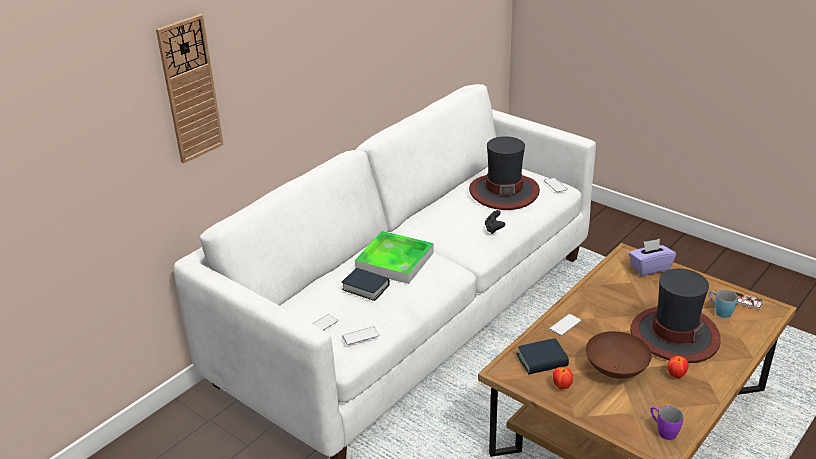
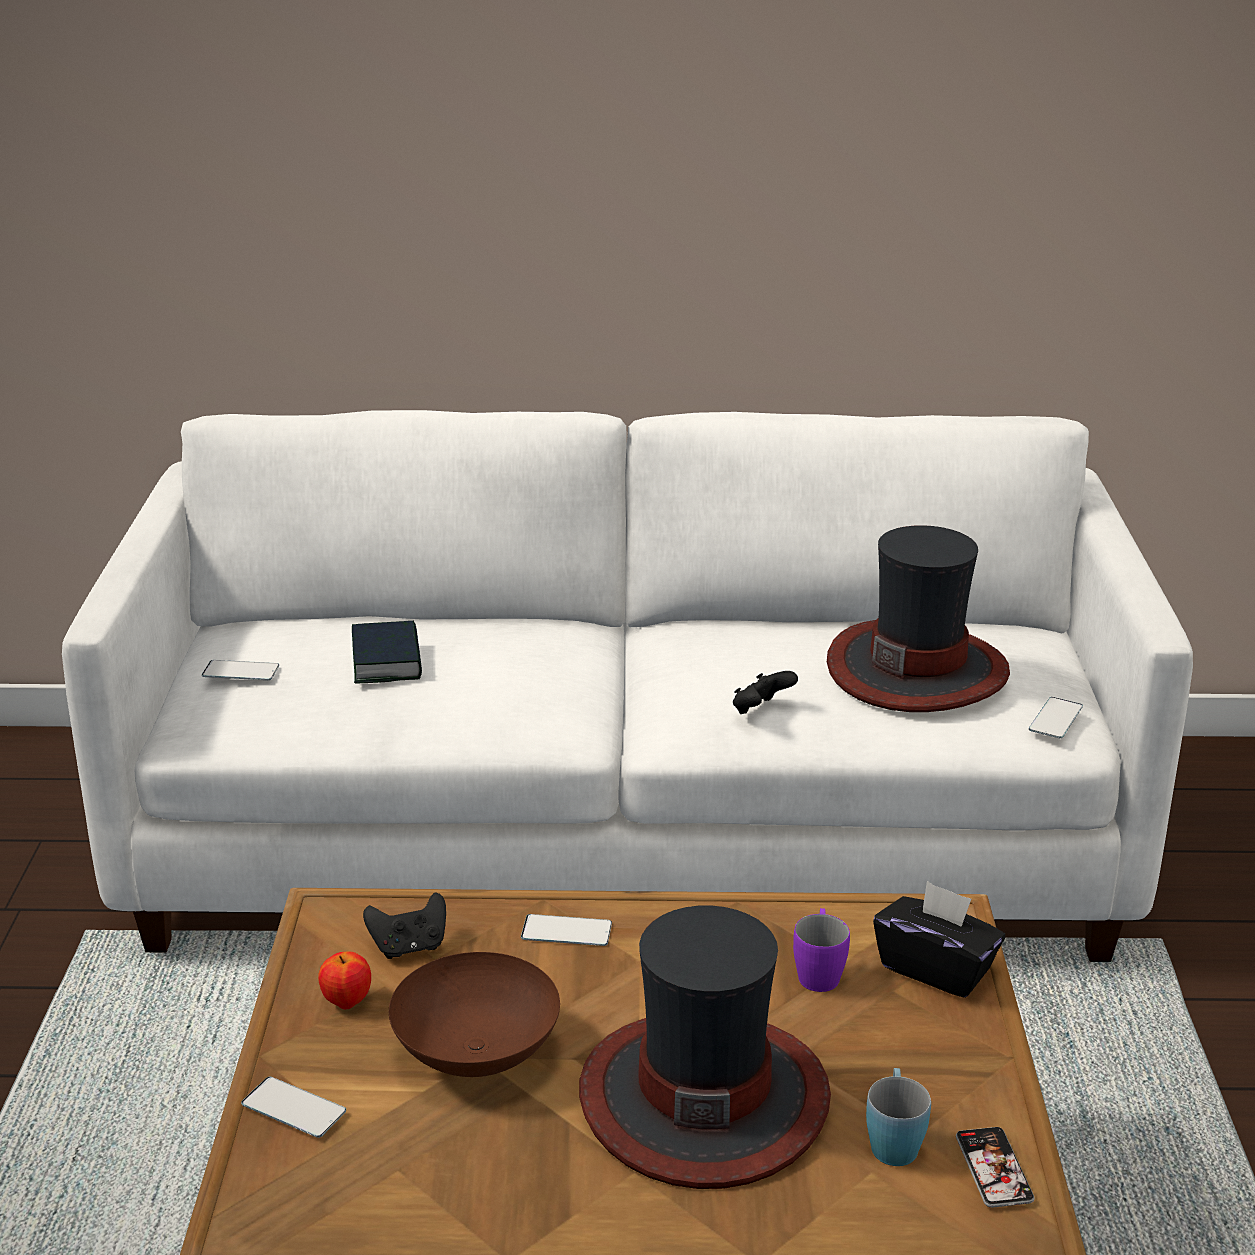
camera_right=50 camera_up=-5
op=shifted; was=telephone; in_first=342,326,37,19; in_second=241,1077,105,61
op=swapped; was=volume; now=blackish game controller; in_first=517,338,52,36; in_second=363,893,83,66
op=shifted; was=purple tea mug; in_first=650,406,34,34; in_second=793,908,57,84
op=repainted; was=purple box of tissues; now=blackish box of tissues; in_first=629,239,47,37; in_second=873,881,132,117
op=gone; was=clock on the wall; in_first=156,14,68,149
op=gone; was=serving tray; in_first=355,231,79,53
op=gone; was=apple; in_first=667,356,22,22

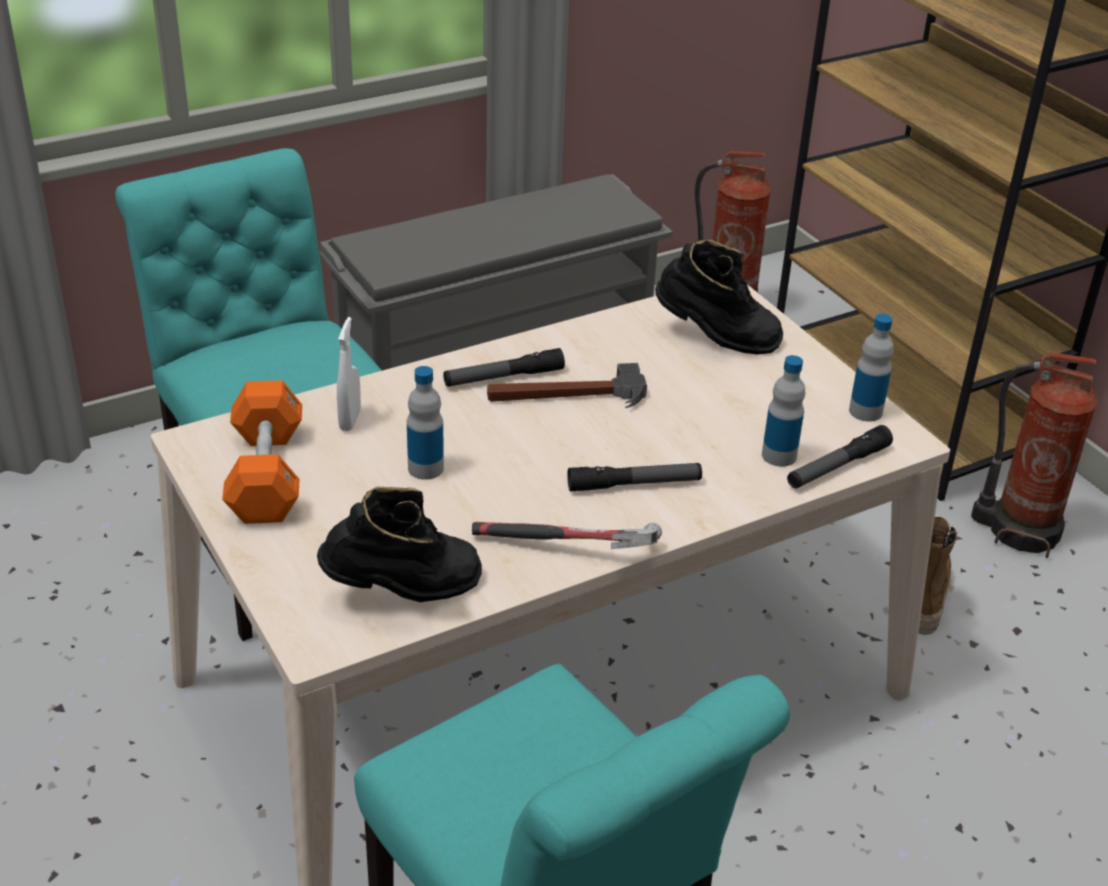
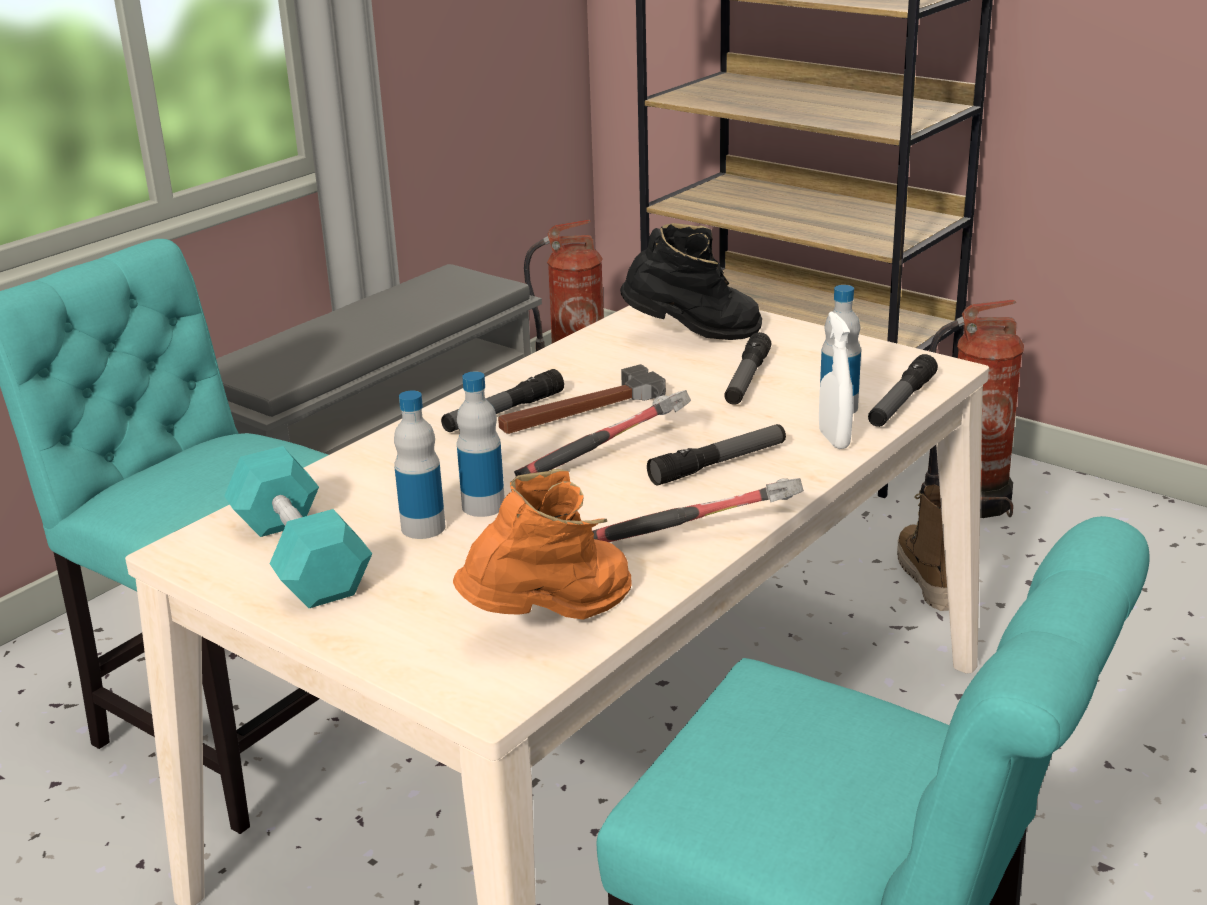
camera_right=-20 camera_up=-10
op=repainted; was=orange hand weight; now=turquoise-coloured hand weight; in_first=222,380,80,144; in_second=224,446,149,162
op=shifted; was=beverage bottle; in_first=849,314,45,108; in_second=394,390,52,149
op=repainted; was=blackish high-top boot; now=orange high-top boot; in_first=317,487,165,115; in_second=453,469,178,151
op=new; now=hammer; in_second=514,390,177,86
op=new; now=hand torch; in_second=724,332,47,73
op=shifted; was=whitish sprayer; in_first=337,317,24,114; in_second=819,312,34,137

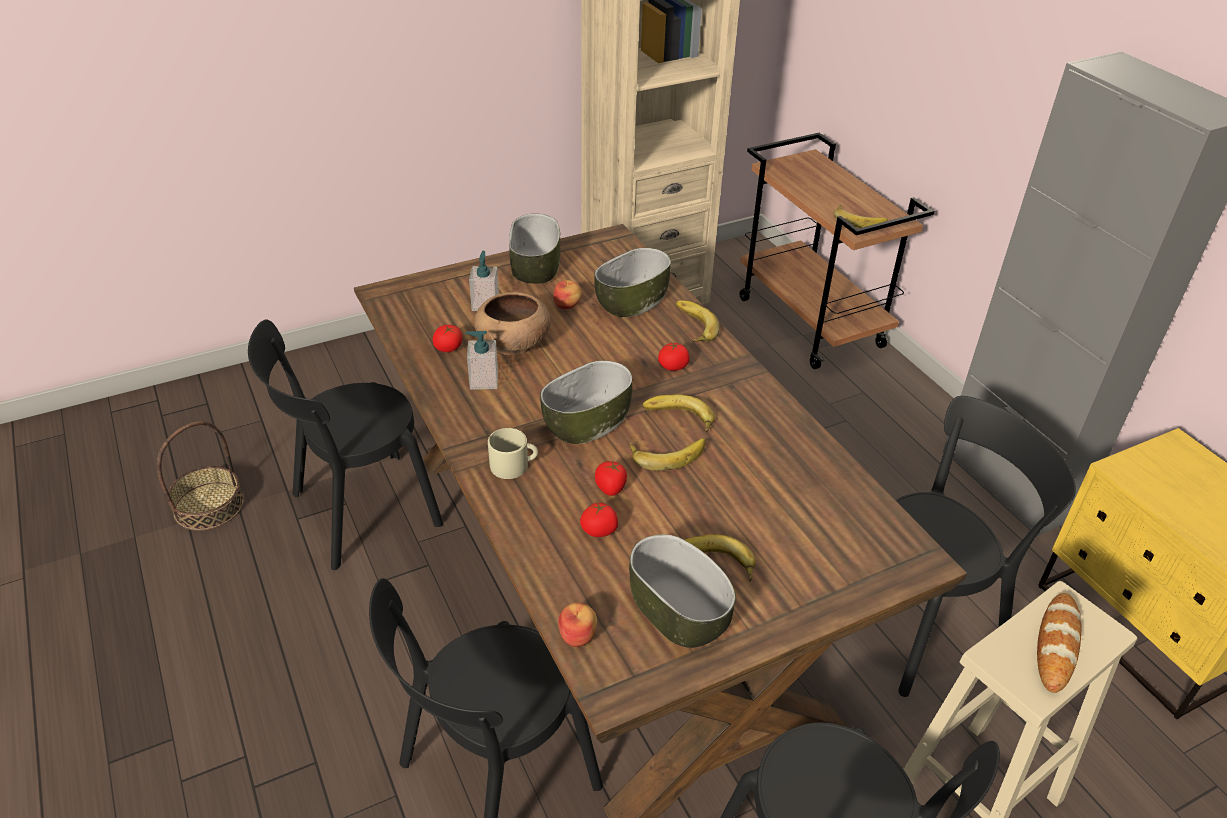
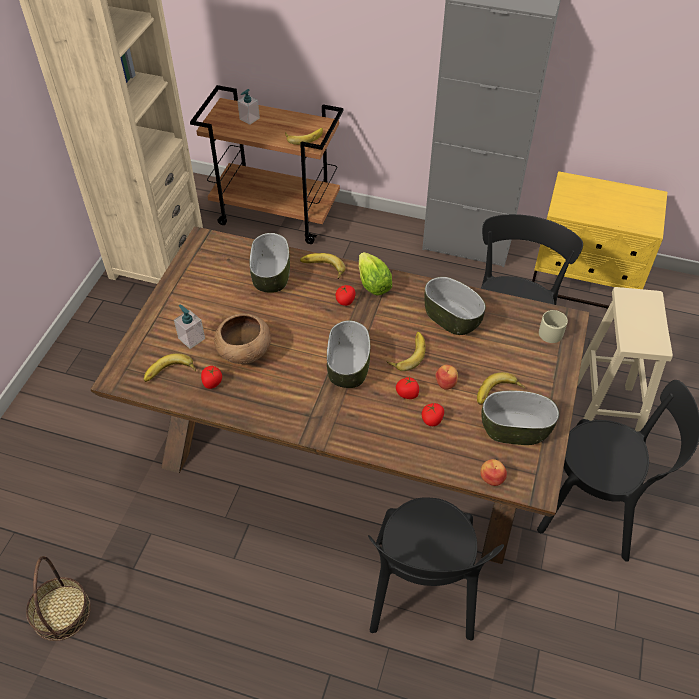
camera_right=-45 camera_up=10
op=shifted; was=banana fruit; in_first=642,394,73,39; in_second=144,353,52,29
op=shifted; was=soap dispenser; in_first=465,331,33,59; in_second=237,89,23,36
op=new; now=lettuce head; in_second=359,252,33,43
op=shifted; was=bowl; in_first=509,213,51,71; in_second=424,277,62,58
op=shifted; was=apple; in_first=553,280,29,29; in_second=435,365,23,25
op=shifted; was=beige tea mug; in_first=488,428,50,51; in_second=539,310,29,33
op=gone; was=blackish chair; in_first=248,319,195,251
op=gone; was=baked bread; in_first=1037,593,44,100

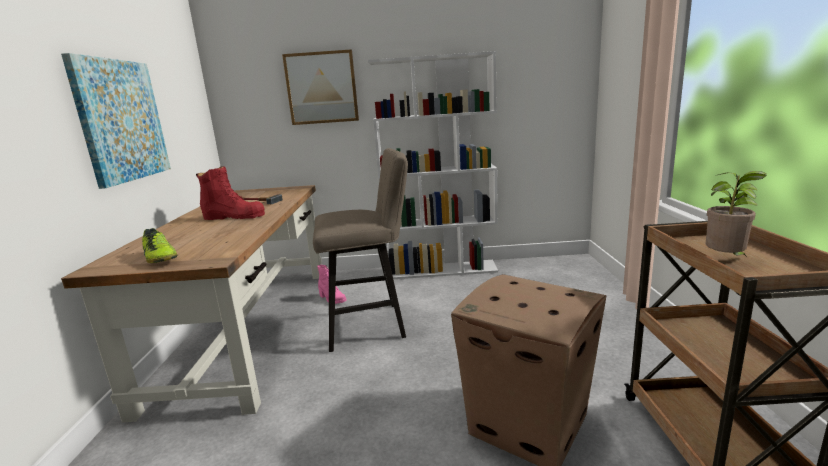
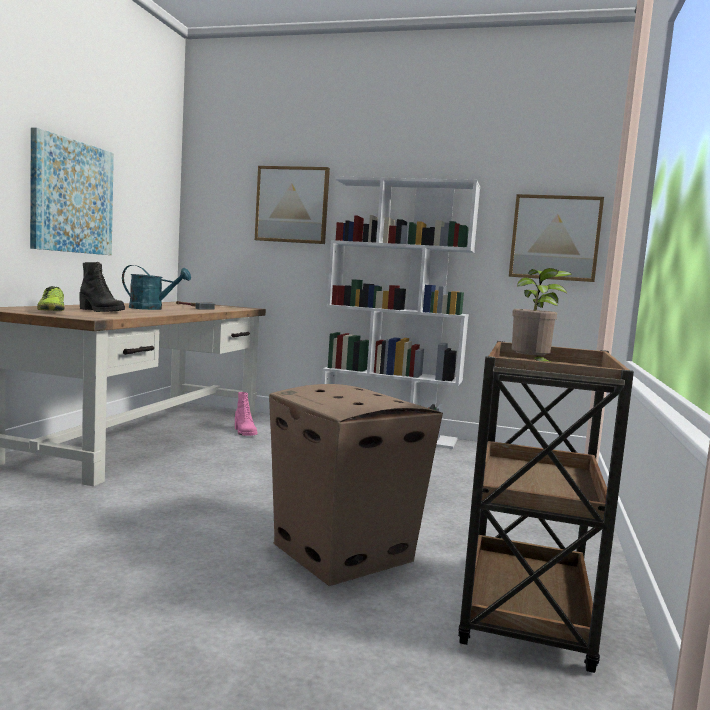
camera_right=15 camera_up=-10
op=new; now=blackish high-top boot; in_second=80,262,45,50
op=swapped; was=reddish high-top boot; now=turquoise-coloured watering pot; in_first=196,166,69,54; in_second=122,265,69,45
op=new; now=wall picture; in_second=509,194,95,88
op=gone; was=beige sitting stool; in_first=313,148,95,204

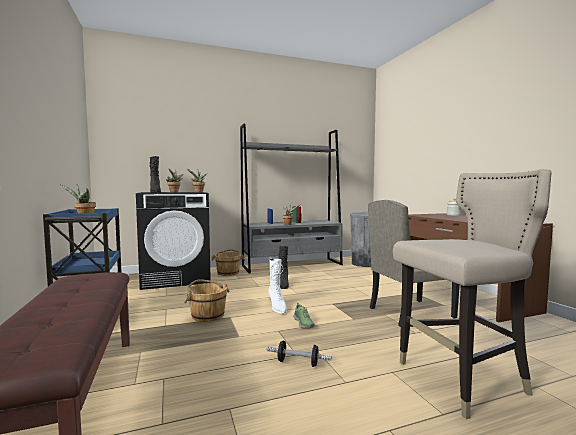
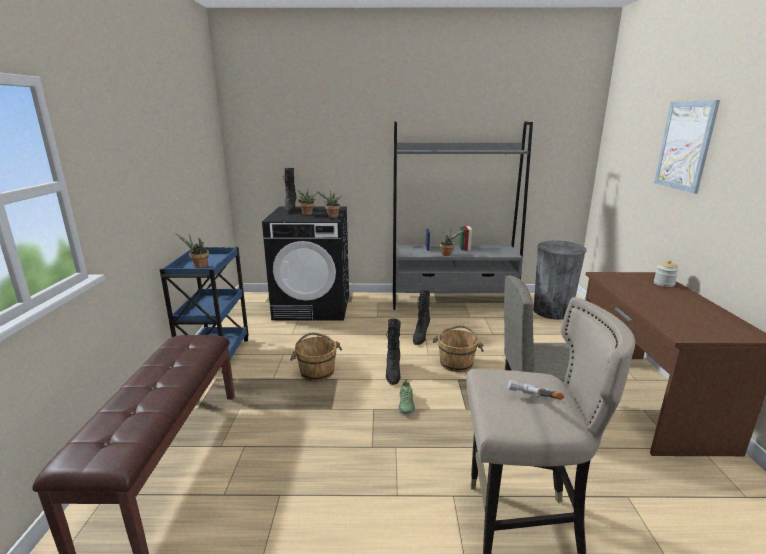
camera_right=20 camera_up=15
op=repainted; was=whitish high-top boot; now=blackish high-top boot; in_first=269,259,18,54; in_second=386,318,15,67
op=shifted; was=brownish bucket; in_first=211,249,34,27; in_second=432,325,52,47
op=new; now=hammer; in_second=508,380,56,19
op=new; now=wall picture; in_second=654,100,66,94
op=gone; was=hand weight; in_first=266,341,65,26

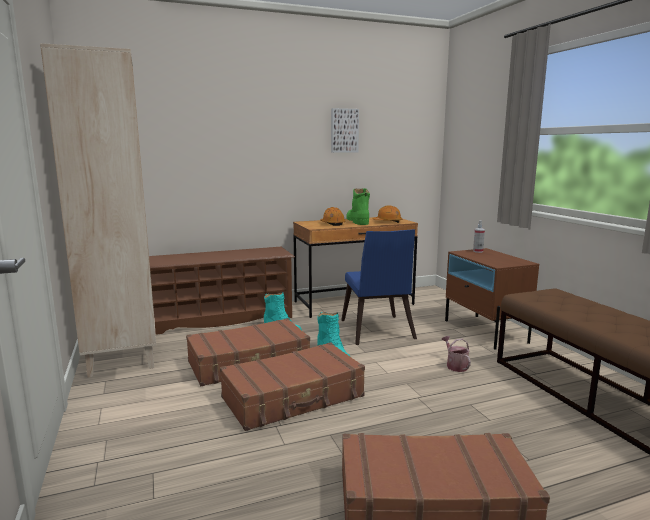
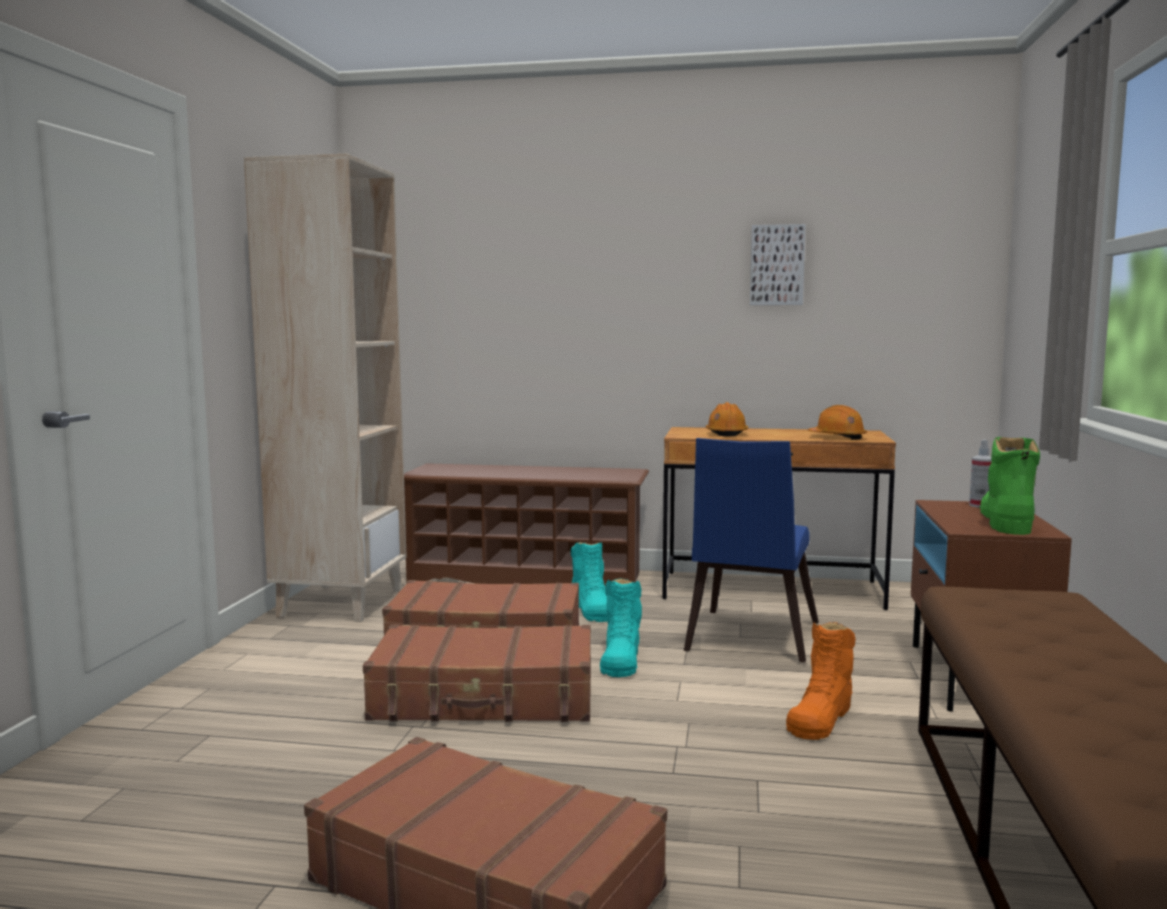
camera_right=30 camera_up=-5
op=swapped; was=watering pot; now=orange high-top boot; in_first=442,336,29,36; in_second=786,622,70,118
op=shifted; was=green-coloured high-top boot; in_first=346,188,24,37; in_second=980,437,60,98

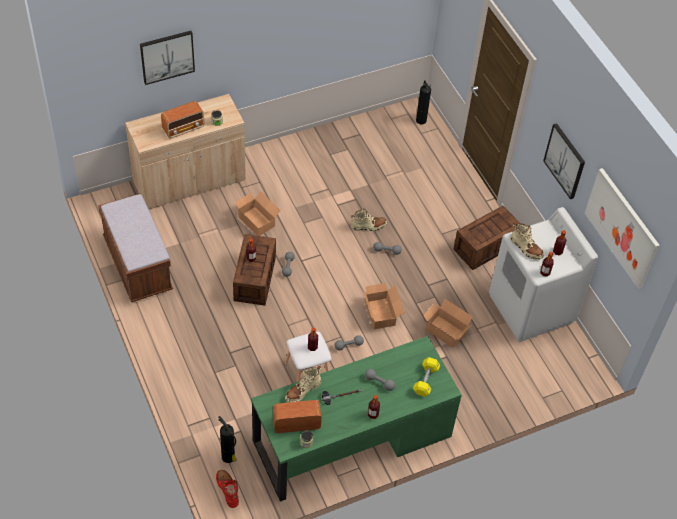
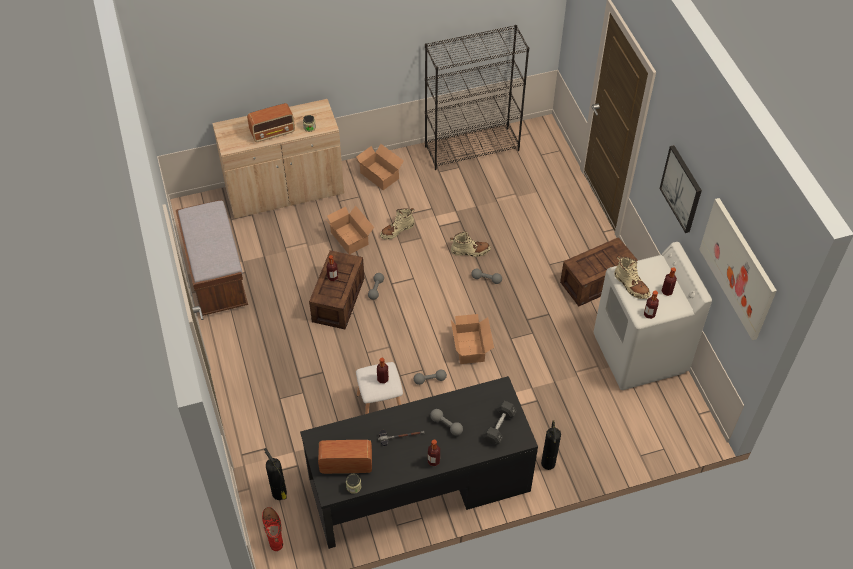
camera_right=10 camera_up=0
op=repainted; was=green-coloured desk unit; now=blackish desk unit; in_first=251,336,211,165; in_second=300,376,238,173
op=shifted; was=carton; in_first=423,299,50,49; in_second=356,144,48,46
op=shifted; was=beige high-top boot; in_first=285,366,37,36; in_second=380,208,35,32
op=new; now=blackish shelving unit; in_second=425,25,104,145
op=repainted; was=yellow hand weight; now=blackish hand weight; in_first=413,357,27,40; in_second=483,401,34,44
op=shifted; was=extinguisher; in_first=416,80,15,44; in_second=541,420,20,50
op=gone; was=wall picture; in_first=140,31,55,54

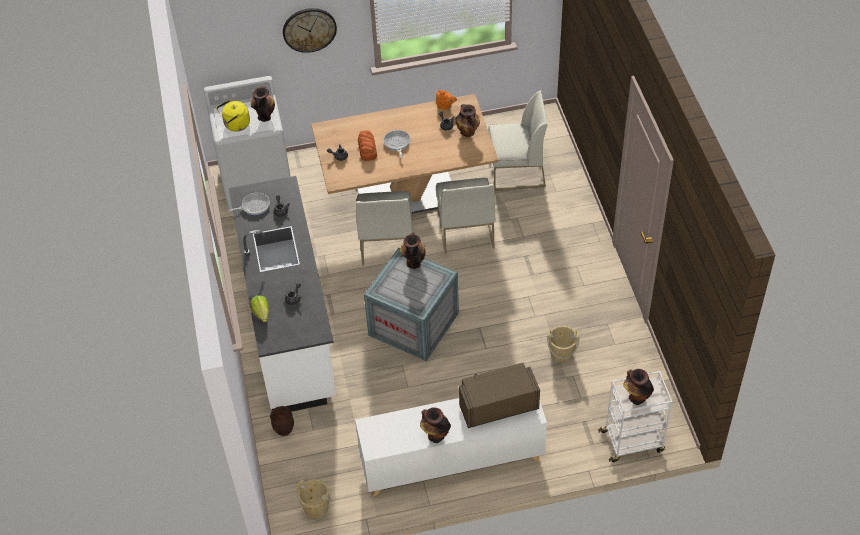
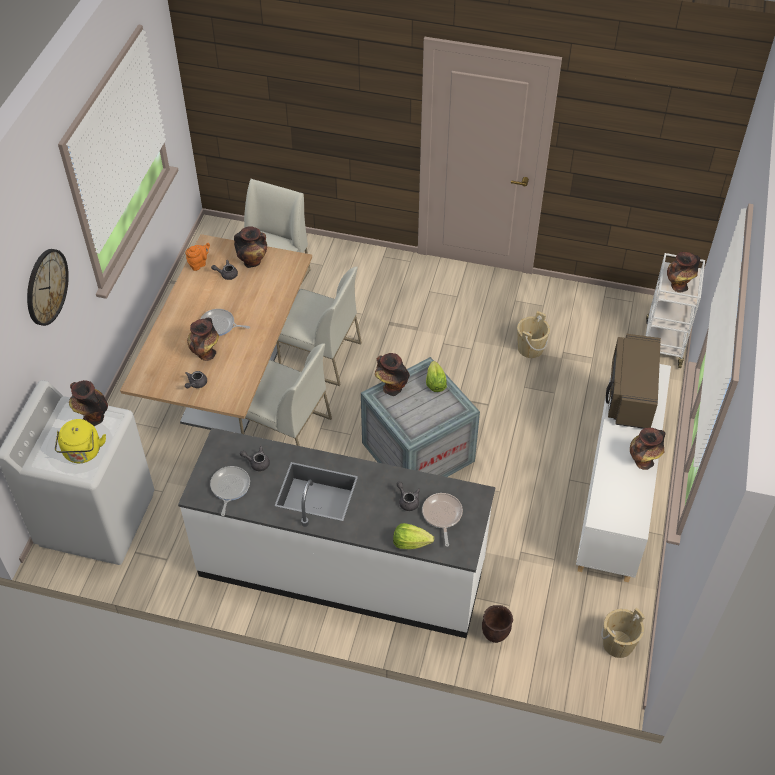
camera_right=-65 camera_up=0
op=swapped; was=baked bread; now=vase; in_first=358,130,19,31; in_second=187,318,32,43
op=new; now=frying pan; in_second=422,493,41,54
op=new; now=lettuce head; in_second=426,361,21,31

